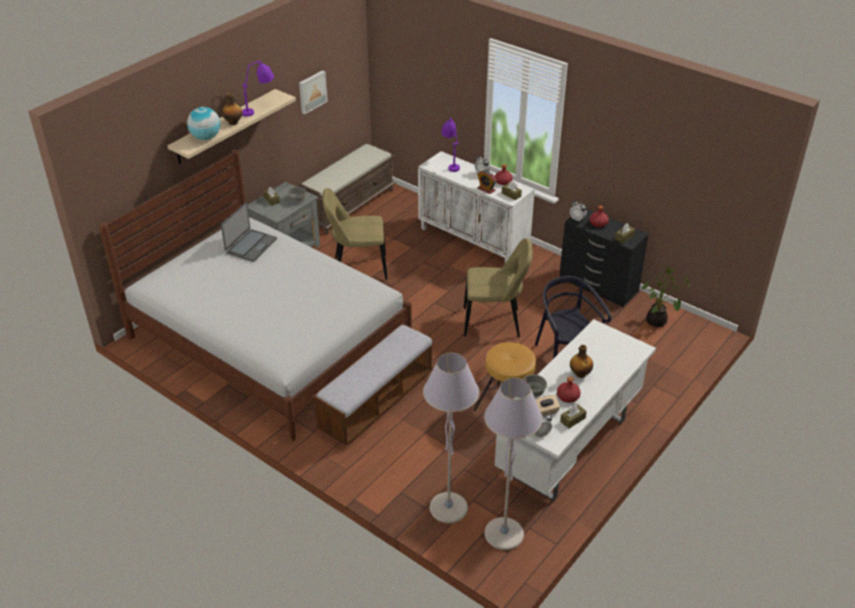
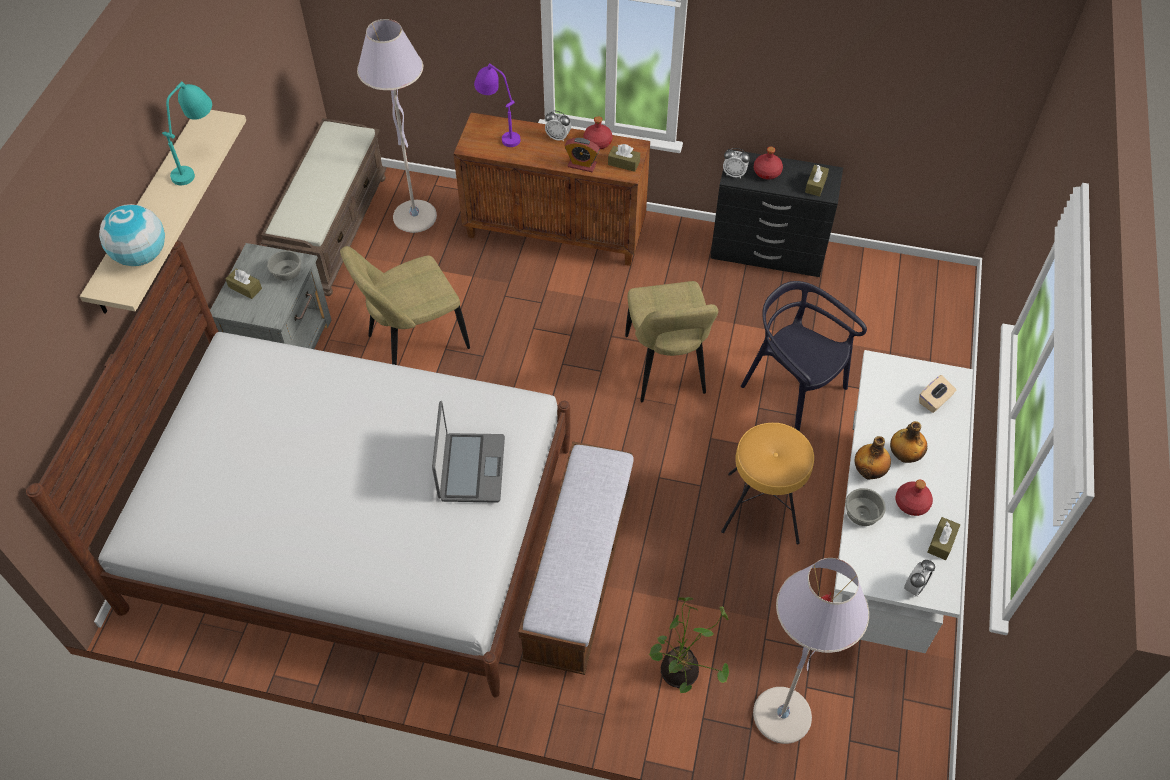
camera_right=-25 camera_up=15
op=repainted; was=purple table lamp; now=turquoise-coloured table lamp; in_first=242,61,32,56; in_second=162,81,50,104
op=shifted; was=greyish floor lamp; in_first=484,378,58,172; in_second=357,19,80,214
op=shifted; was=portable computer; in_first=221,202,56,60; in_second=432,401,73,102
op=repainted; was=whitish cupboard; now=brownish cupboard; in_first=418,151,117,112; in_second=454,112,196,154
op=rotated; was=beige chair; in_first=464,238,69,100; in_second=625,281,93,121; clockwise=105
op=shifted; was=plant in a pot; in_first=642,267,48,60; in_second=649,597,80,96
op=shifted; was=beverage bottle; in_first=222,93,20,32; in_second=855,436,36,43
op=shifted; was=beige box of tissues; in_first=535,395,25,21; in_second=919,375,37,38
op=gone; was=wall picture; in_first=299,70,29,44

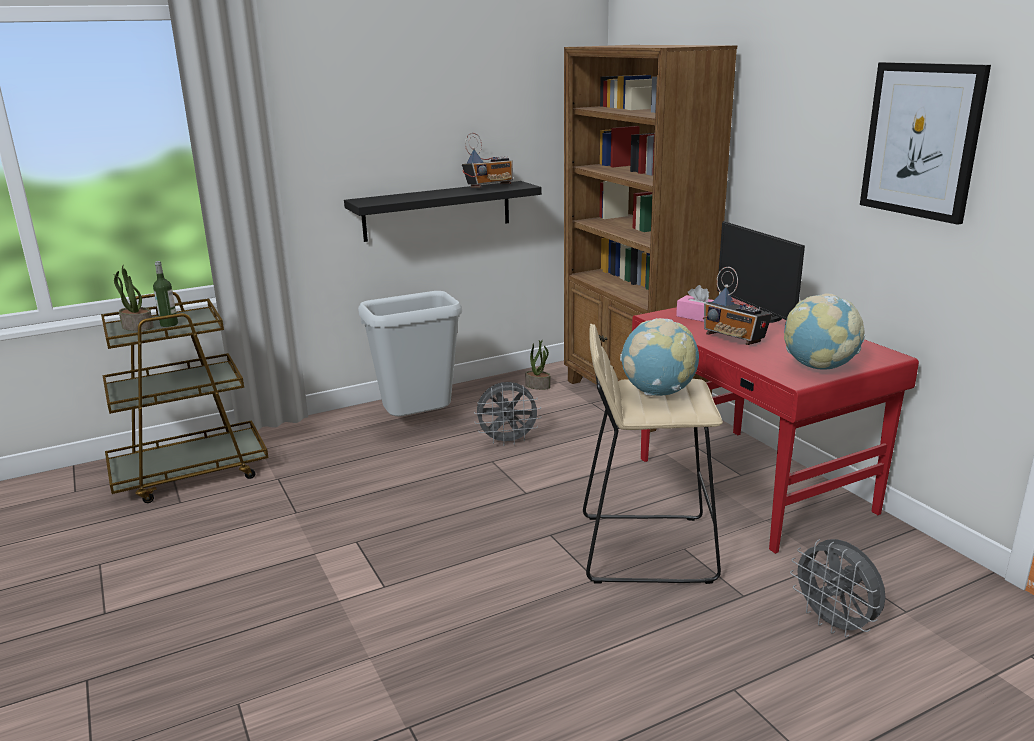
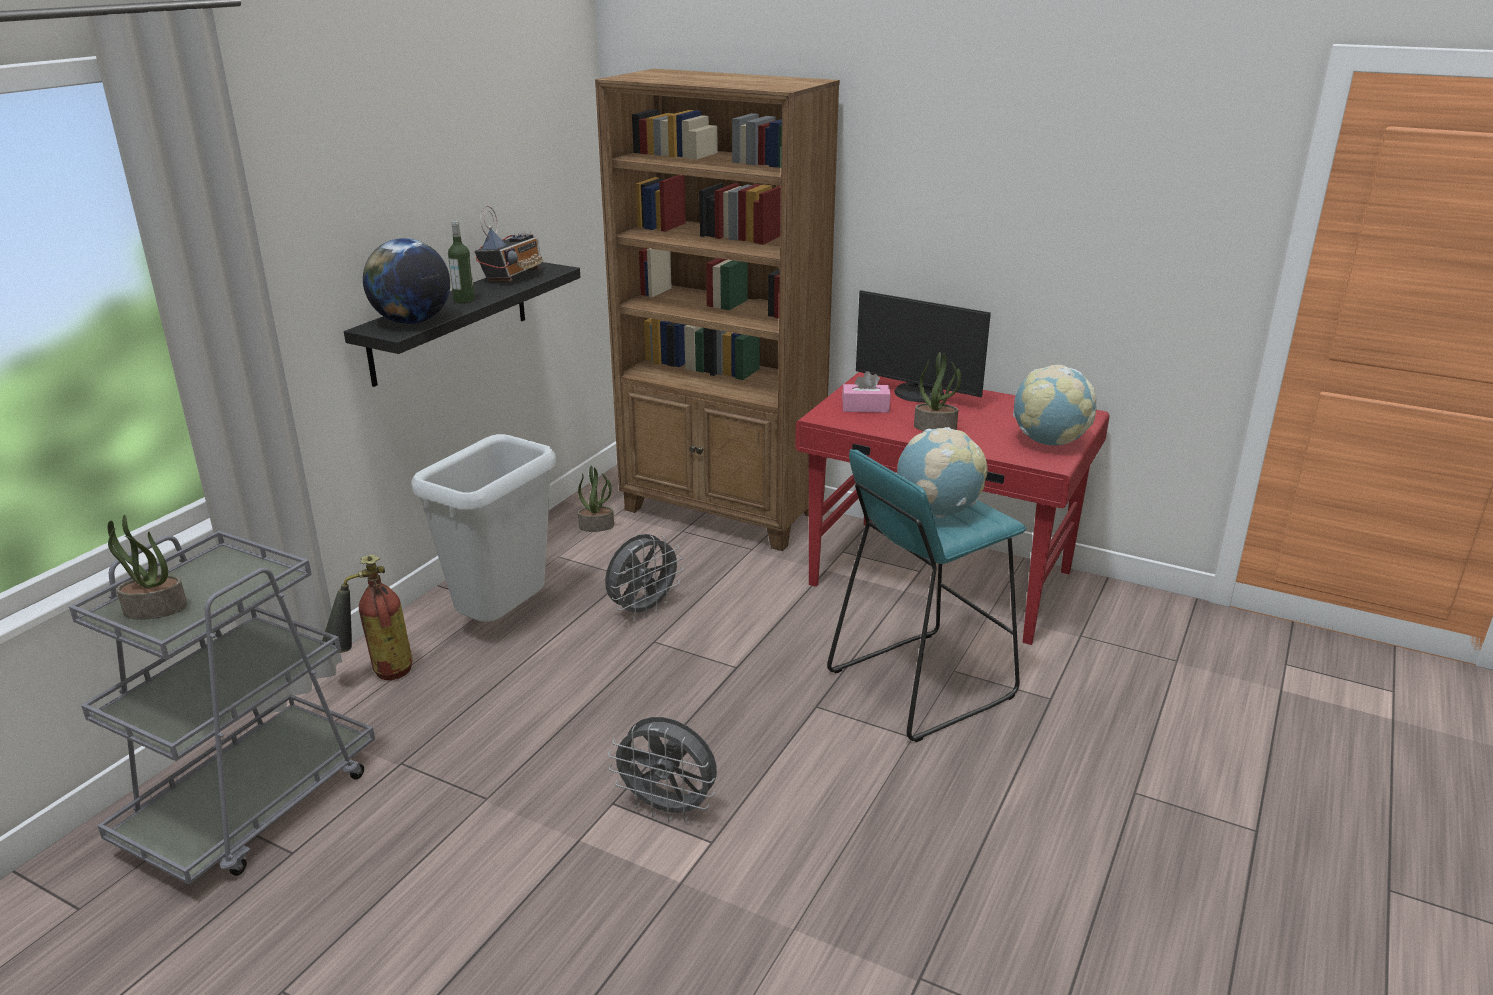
camera_right=-35 camera_up=5
op=repainted; was=brownish wheeled cart; now=greyish wheeled cart; in_first=101,292,167,211; in_second=69,531,306,354
op=new; now=extinguisher; in_second=322,554,91,126
op=new; now=desk globe; in_second=363,238,87,86
op=shifted; was=beverage bottle; in_first=153,261,25,66; in_second=448,221,27,83
op=shifted; was=greyish cooling fan; in_first=790,539,96,99; in_second=608,717,109,104
op=repainted; was=beige sitting stool; now=turquoise-coloured sitting stool; in_first=583,324,140,260; in_second=827,449,199,293
op=swapped; was=radio set; now=plant in a pot; in_first=703,267,69,78; in_second=914,352,47,79
op=gone; was=wall picture; in_first=860,62,131,163

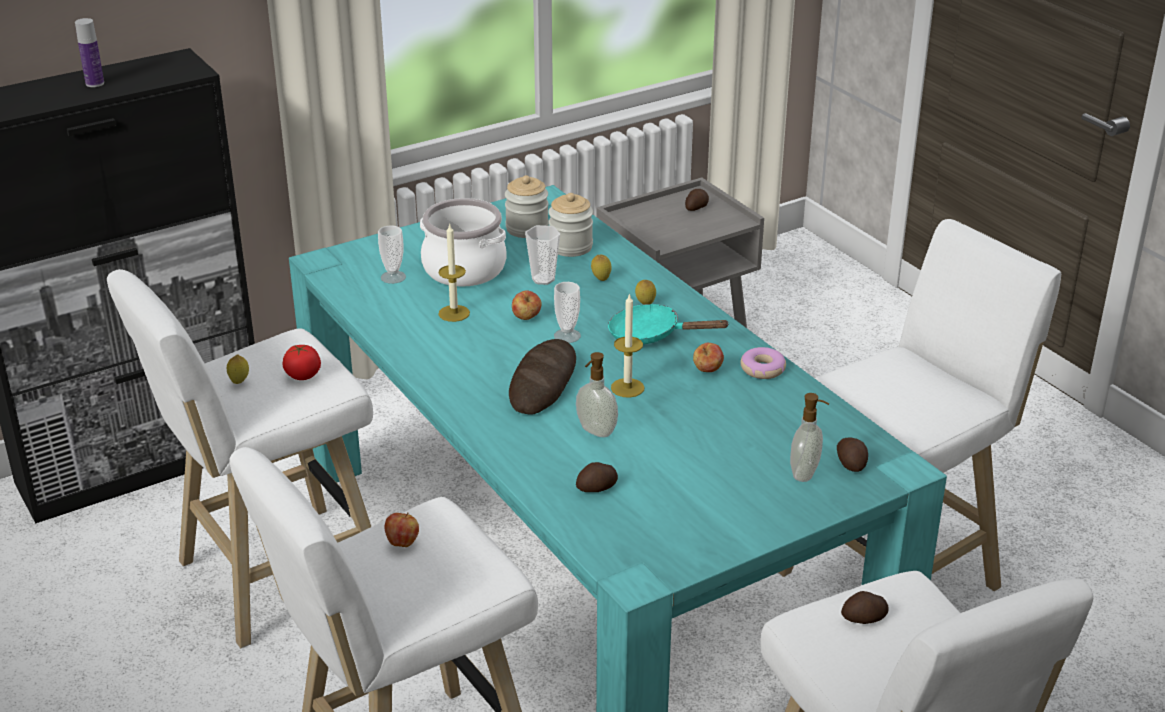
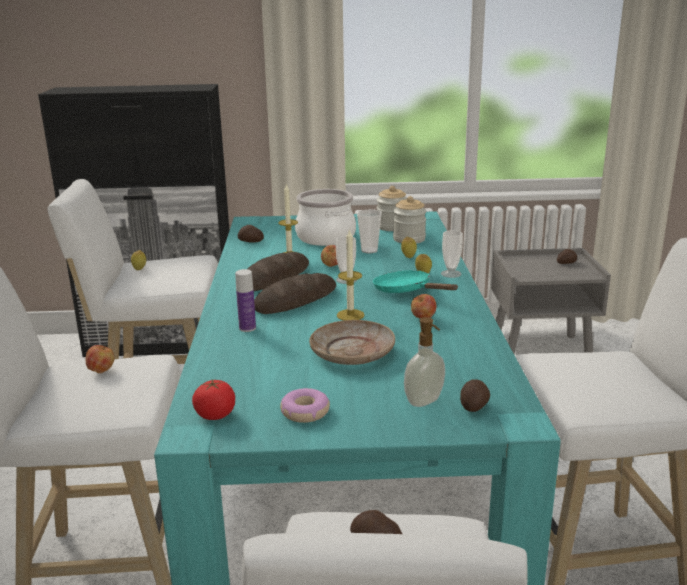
camera_right=30 camera_up=-10
op=shifted; was=whole tomato; in_first=283,345,38,35; in_second=192,379,43,41
op=shifted; was=beverage bottle; in_first=75,18,29,69; in_second=235,269,21,63
op=shifted; was=potato; in_first=576,462,42,30; in_second=238,225,26,18
op=new; now=baked bread; in_second=247,252,62,39
op=shifted; was=ring doughnut; in_first=741,347,45,32; in_second=280,388,50,35
op=new; now=beige flat dish; in_second=309,320,86,45
op=shifted; was=drinking cup; in_first=378,225,28,59; in_second=441,230,22,48
op=gone; was=soap dispenser; in_first=576,352,42,85

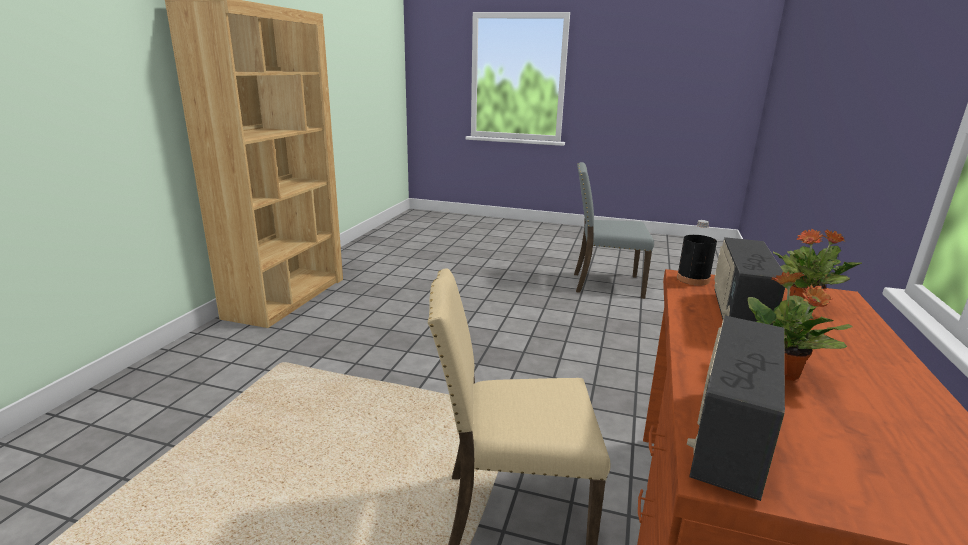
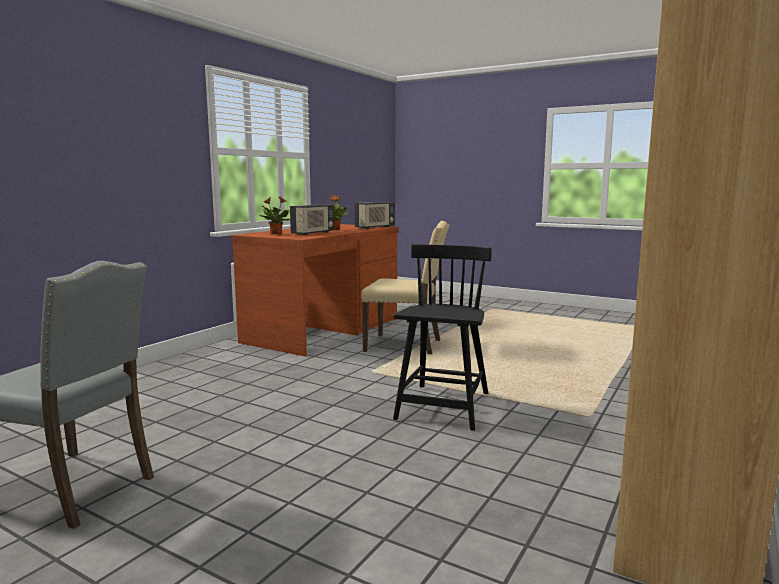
camera_right=-165 camera_up=-10
op=new; now=blackish chair; in_second=393,244,99,187
op=gone; was=blackish beverage bottle; in_first=677,220,40,65

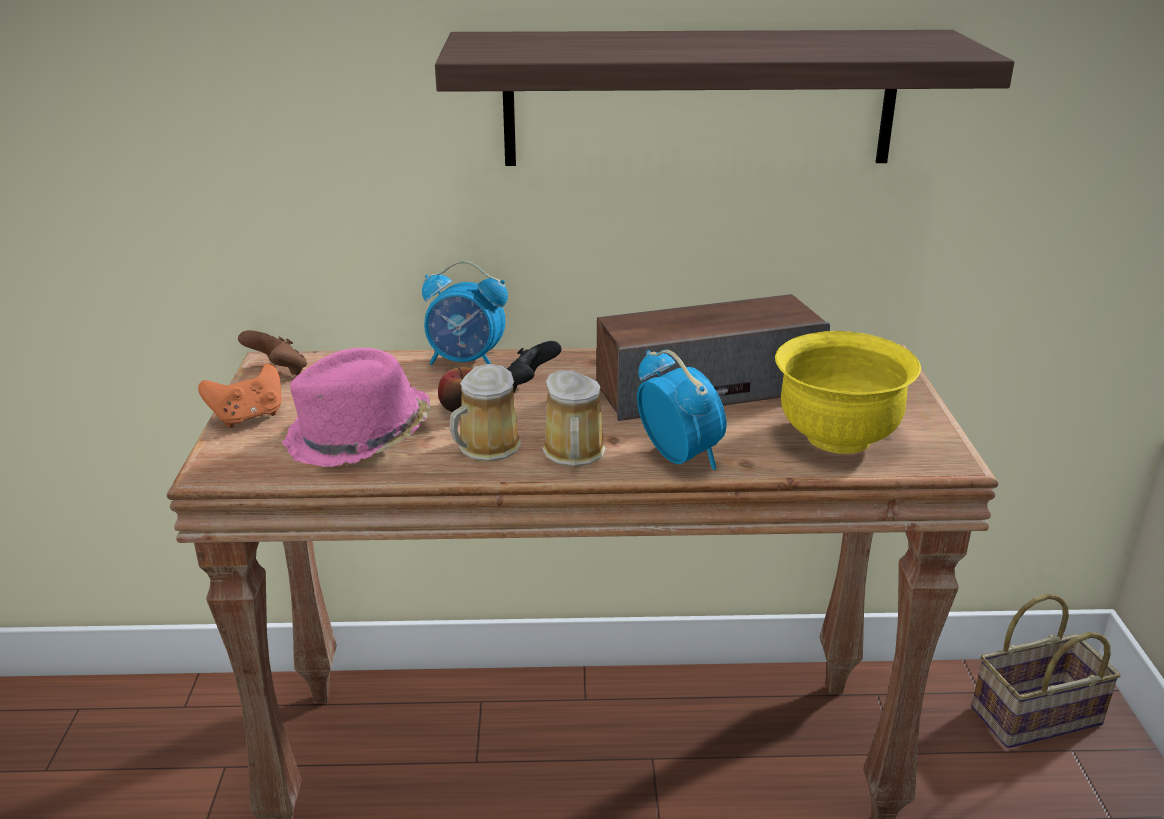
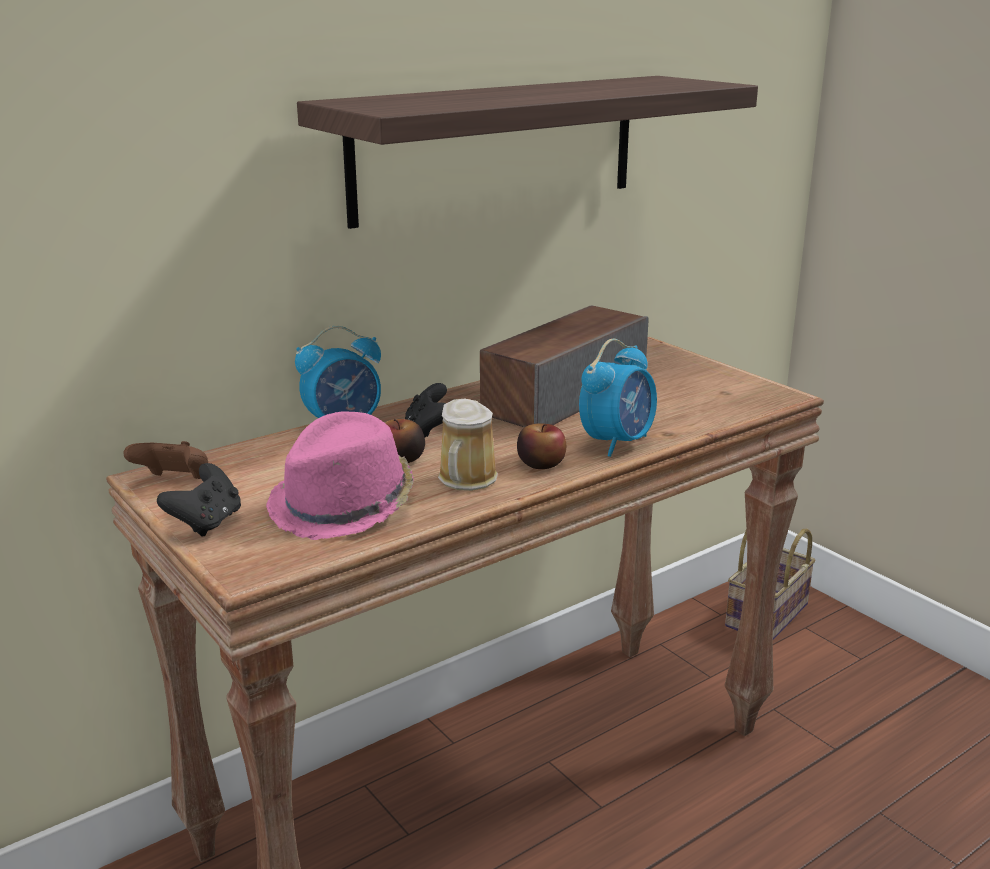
camera_right=-35 camera_up=-5
op=repainted; was=orange game controller; now=blackish game controller; in_first=198,364,83,64; in_second=157,463,84,74
op=swapped; was=tea mug; now=apple; in_first=543,370,63,97; in_second=517,423,49,46
op=rotated; was=bedside clock; in_first=637,350,90,120; in_second=579,339,78,118; clockwise=105
op=gone; was=yellow bowl; in_first=775,331,146,123

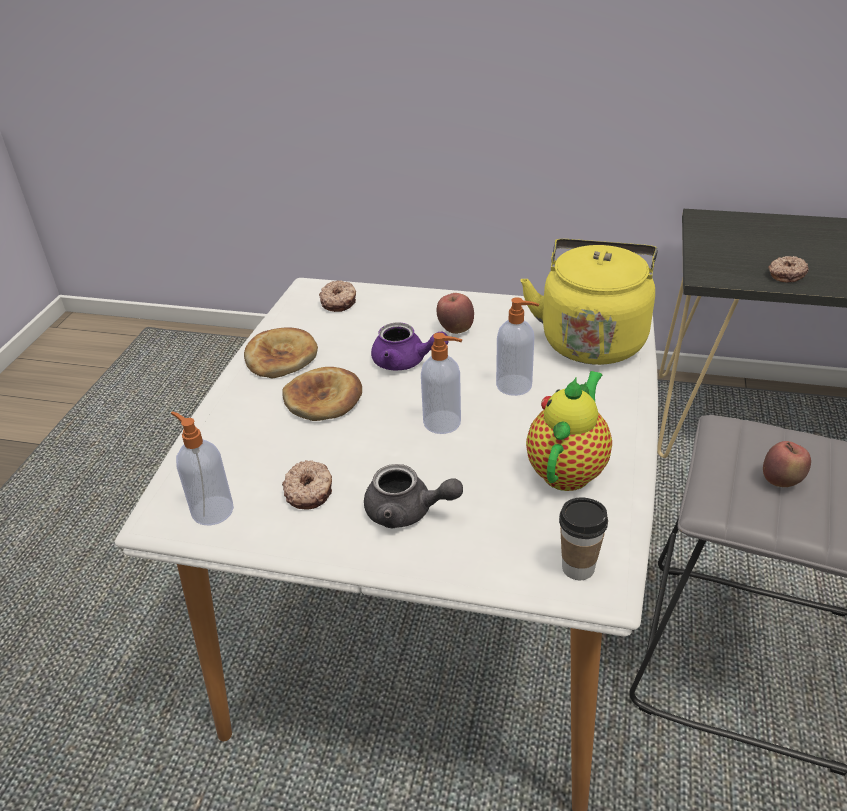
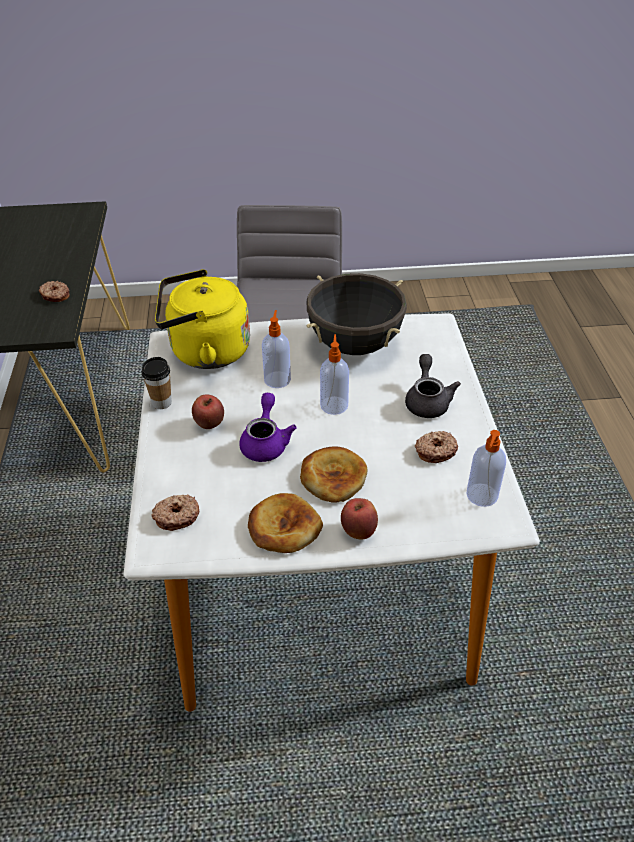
camera_right=-110 camera_up=5
op=shifted; was=drinking cup; in_first=559,498,49,82; in_second=142,357,30,52
op=swapped; was=pot for tea; now=blackish saucepot; in_first=526,371,86,120; in_second=306,273,101,82
op=shifted; was=apple; in_first=763,441,48,46; in_second=341,498,37,41

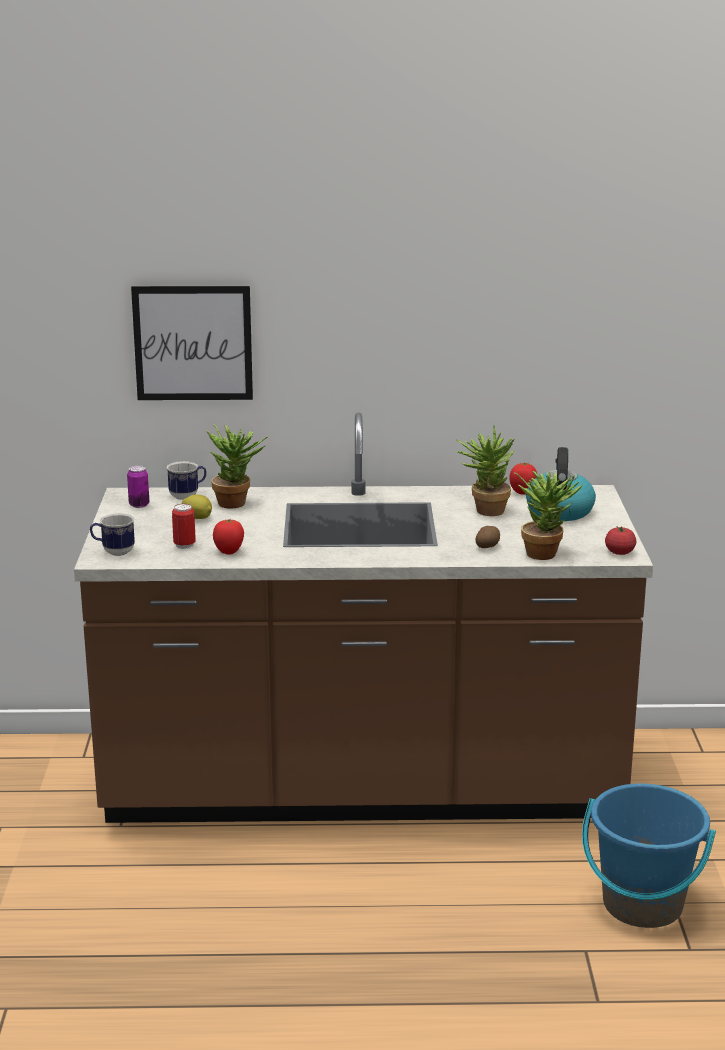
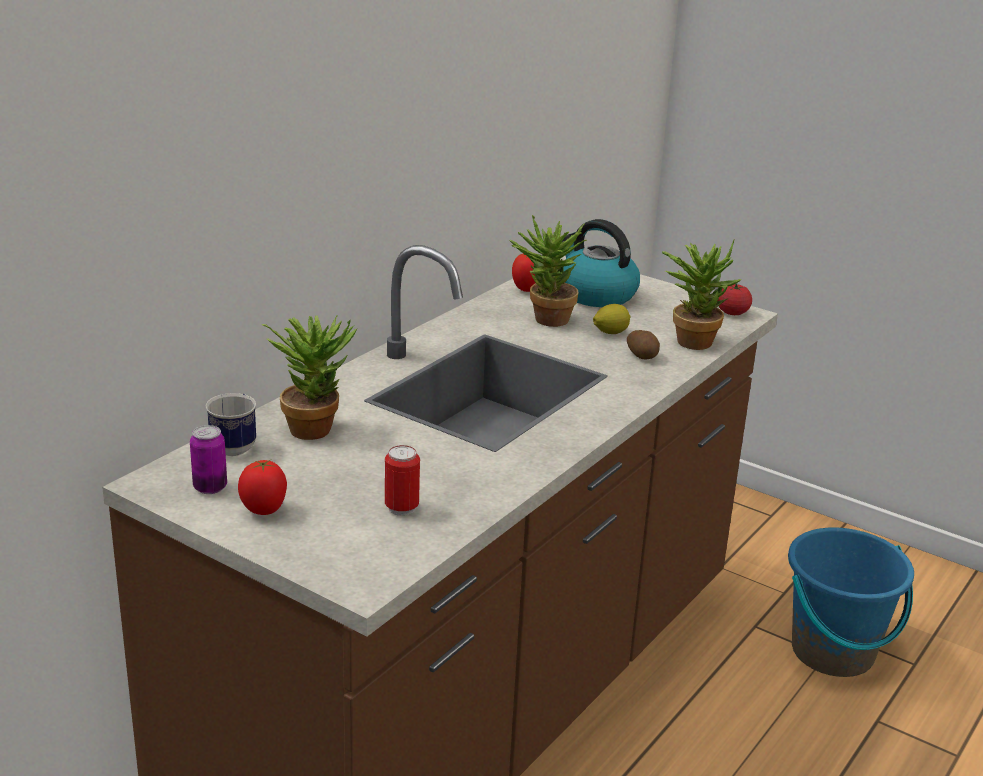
camera_right=-55 camera_up=5
op=shifted; was=whole tomato; in_first=213,519,31,36; in_second=238,460,49,55
op=shifted; was=citrus fruit; in_first=182,495,30,24; in_second=593,304,38,30
op=gone; was=tea mug; in_first=90,513,45,43
op=gone; was=wall picture; in_first=131,286,122,114

